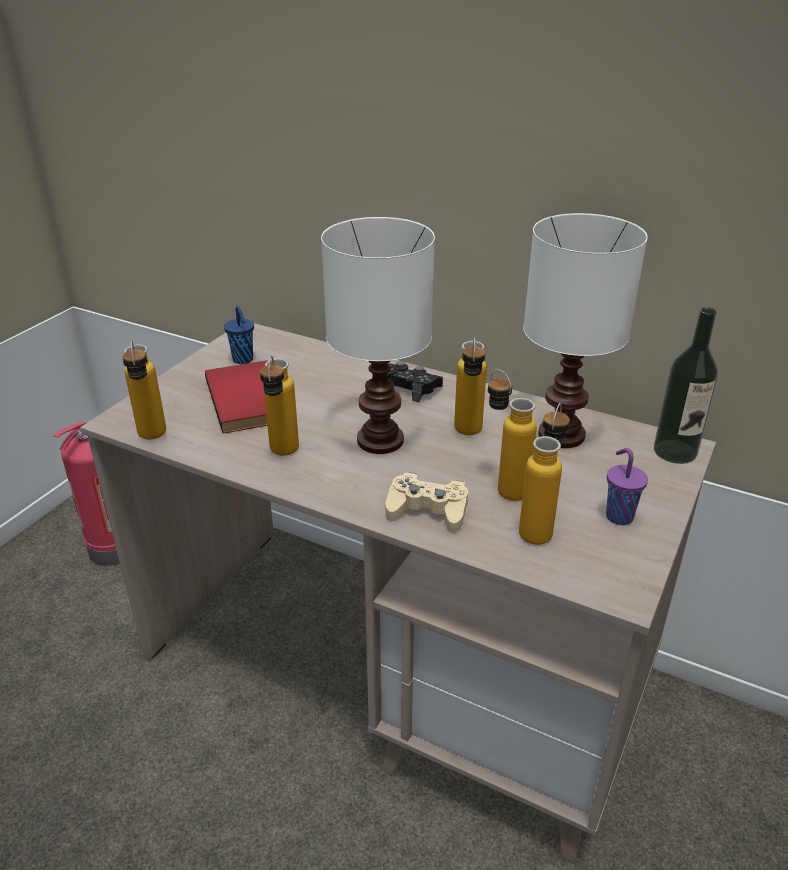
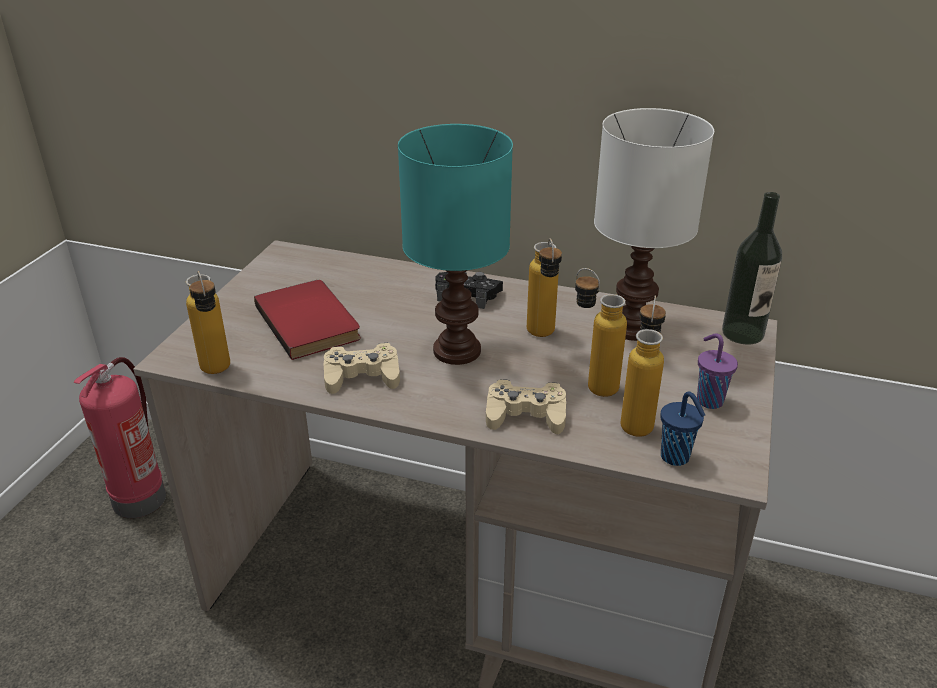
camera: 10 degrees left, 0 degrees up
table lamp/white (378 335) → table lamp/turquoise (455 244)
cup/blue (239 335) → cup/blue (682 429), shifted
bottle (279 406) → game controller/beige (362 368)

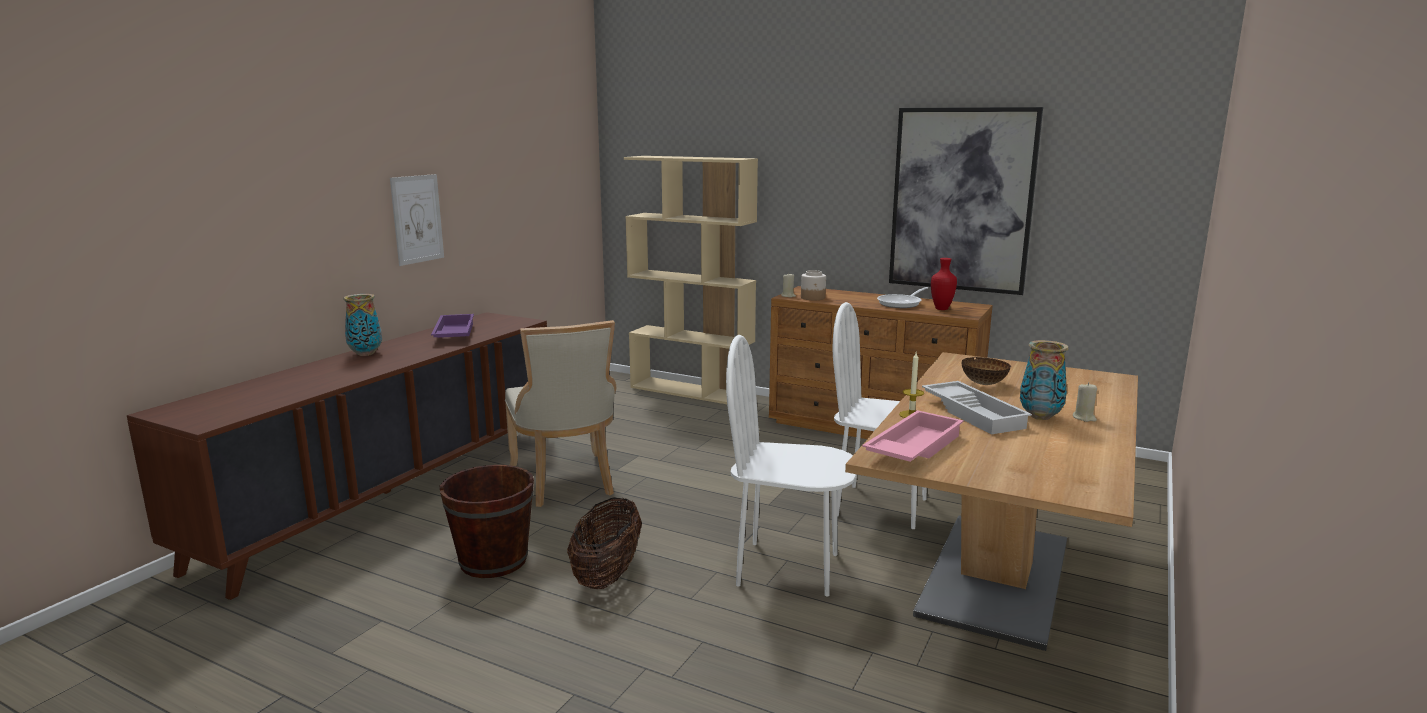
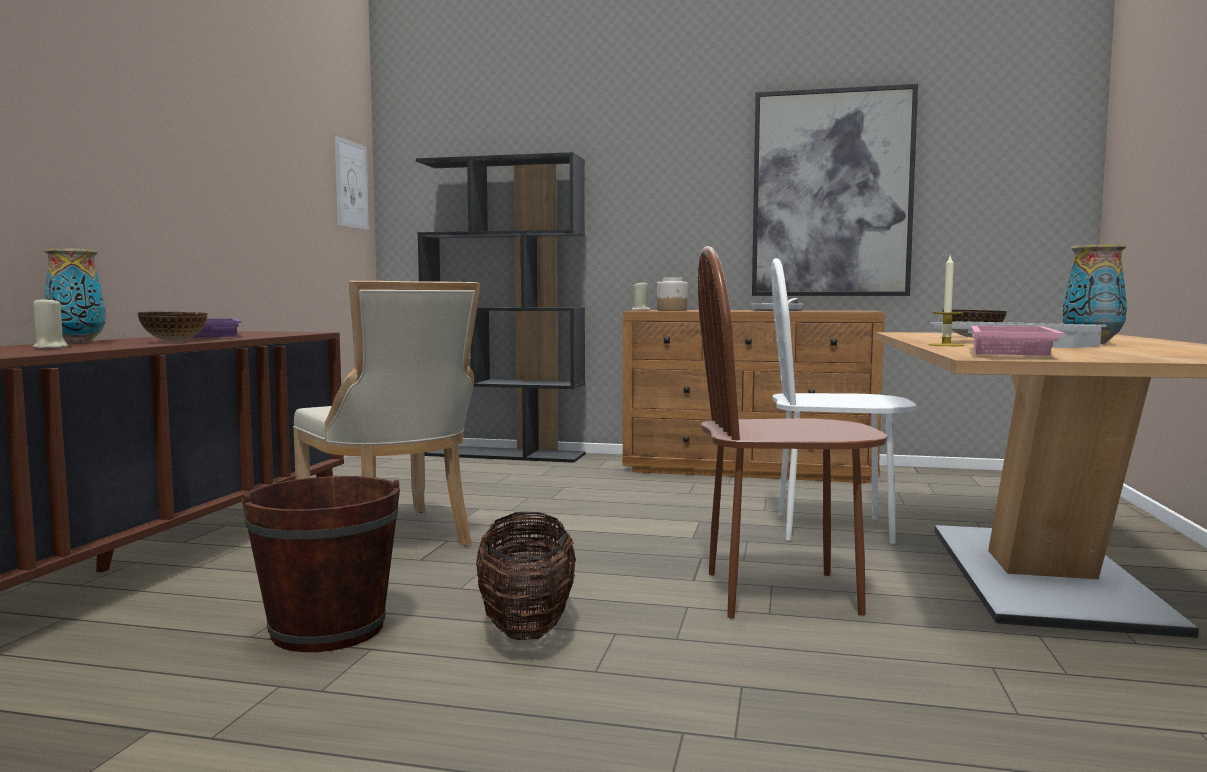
camera: 15 degrees left, 10 degrees down
bookcase/beige (691 280) → bookcase/black (500 307)
picture (417 220) → picture (352 183), shifted
vase/red (944 284) → -
chair/white (791 465) → chair/brown (793 432)
candle/beige (1085 402) → candle/beige (50 323), shifted
- → bowl (173 327)

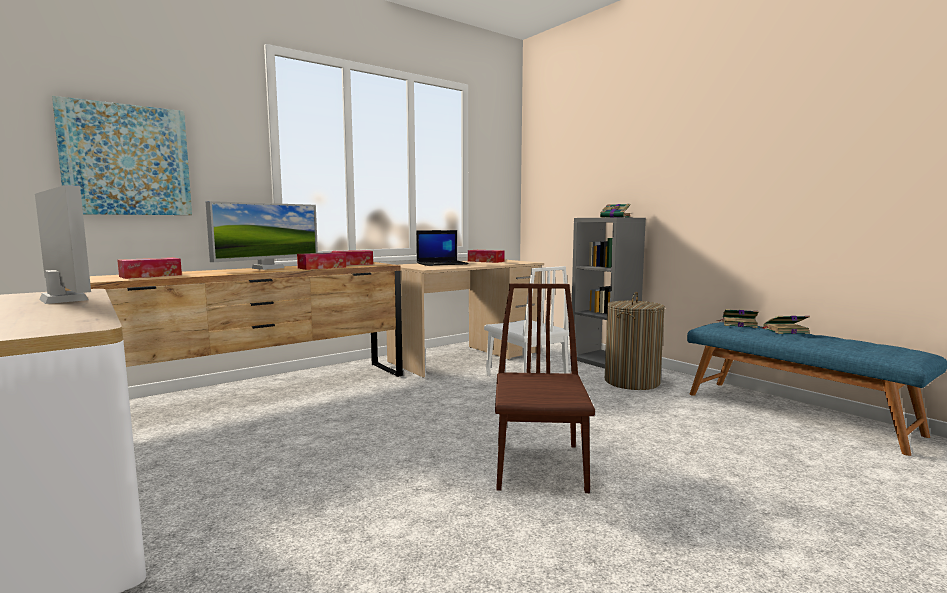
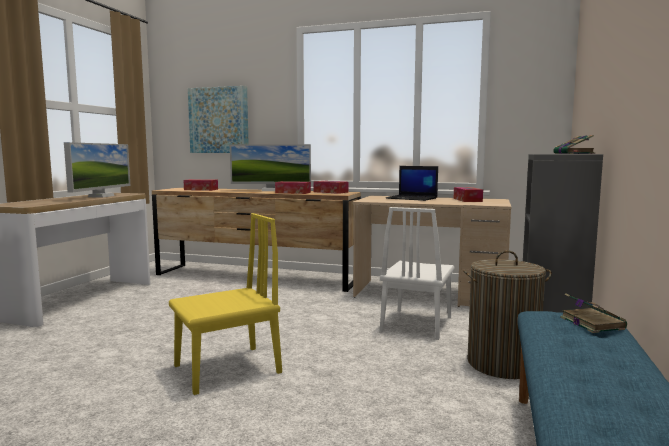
camera: 55 degrees right, 0 degrees up
chair/brown (545 388) → chair/yellow (225 304)
book (786 325) → -

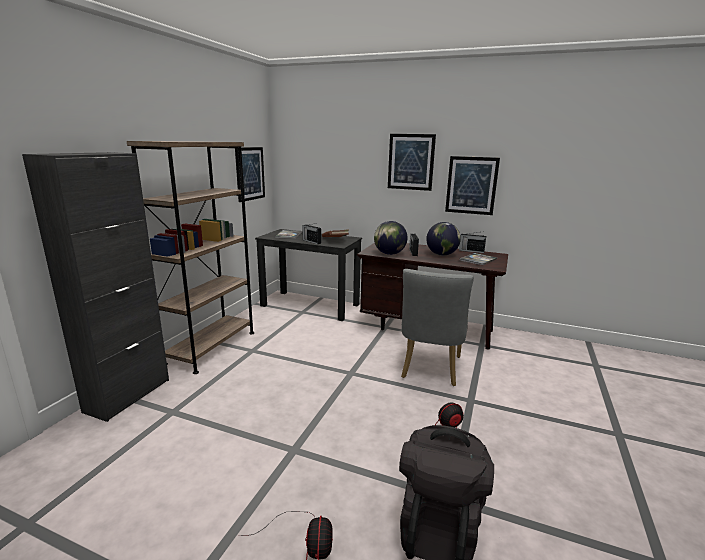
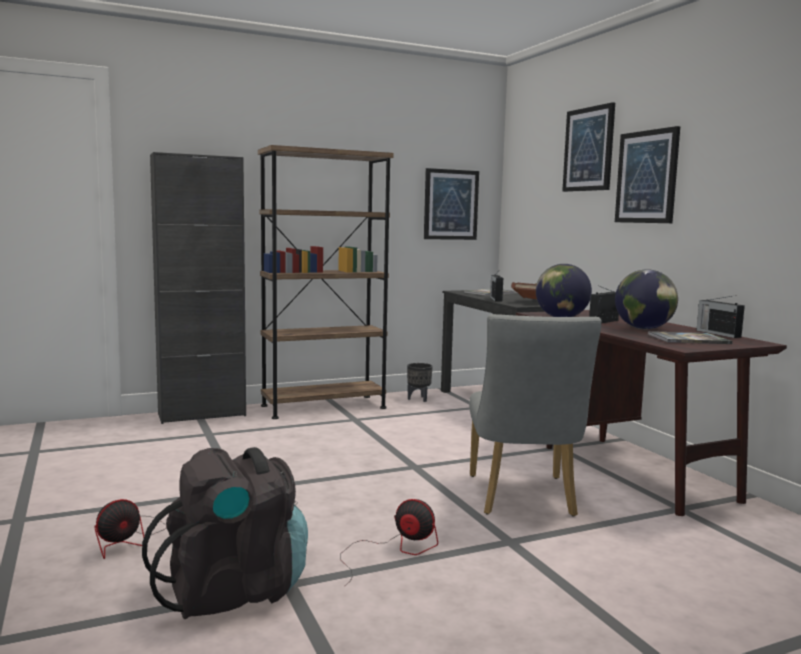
camera: 45 degrees right, 10 degrees down
picture (472 185) → picture (588 147), shifted
chair/grey (437 327) → chair/grey (535 415), 60 degrees counterclockwise
- → planter/black (420 382)

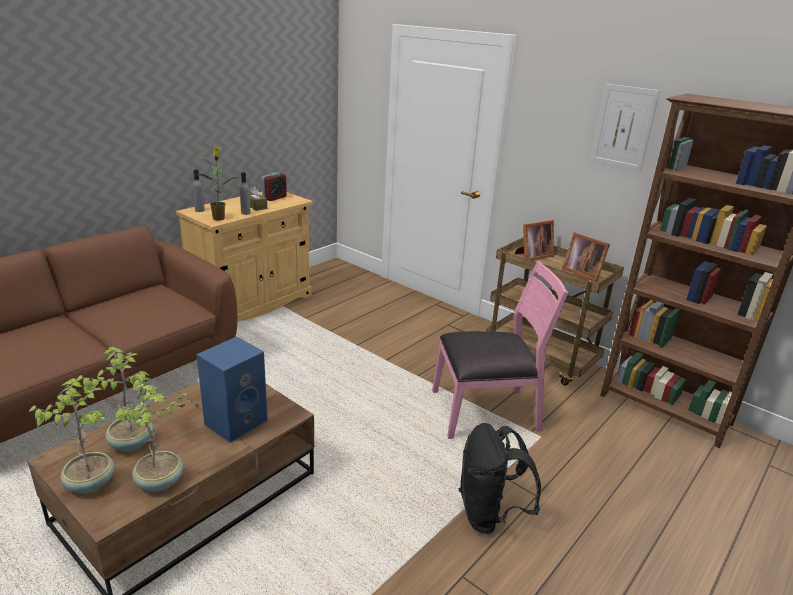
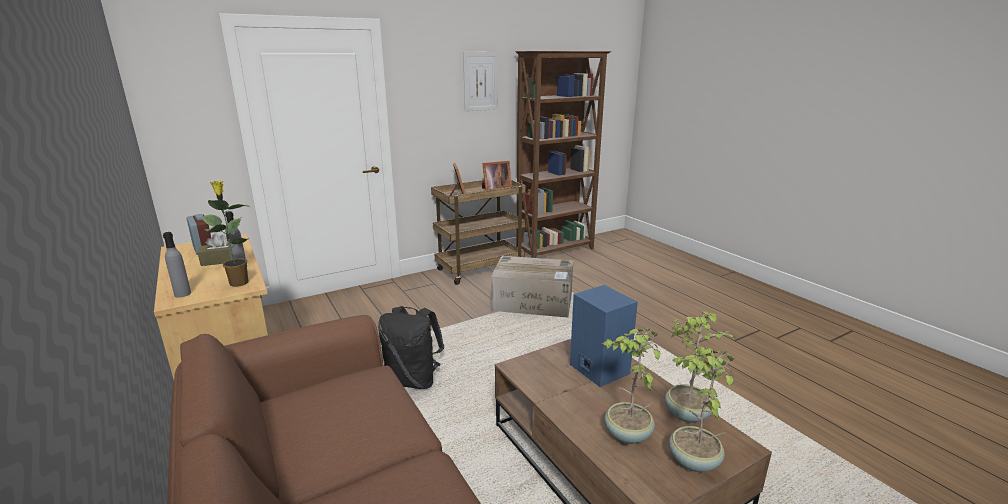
camera: 70 degrees left, 5 degrees down
chair/pink (500 350) → cardboard box (532 287)
backpack/black (500 479) → backpack/black (411 347), shifted

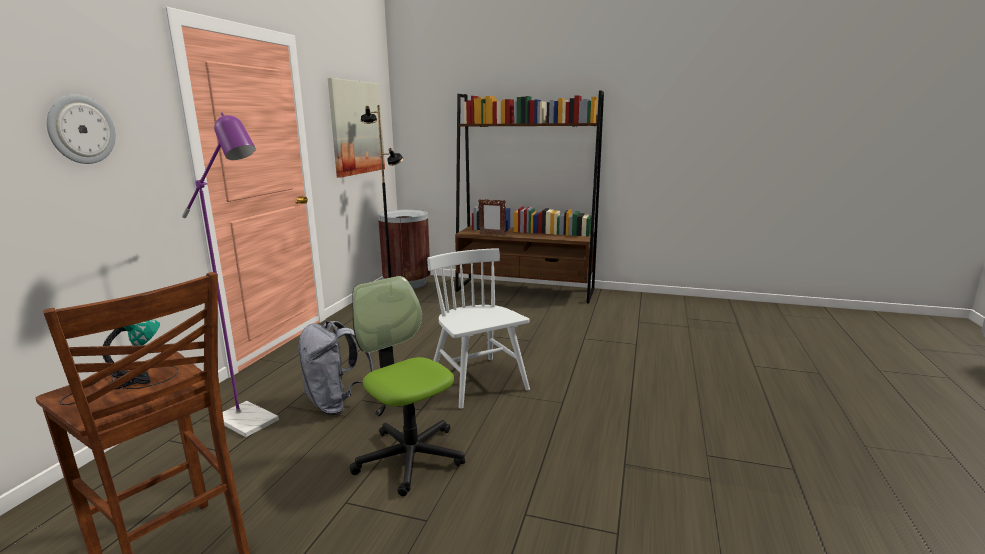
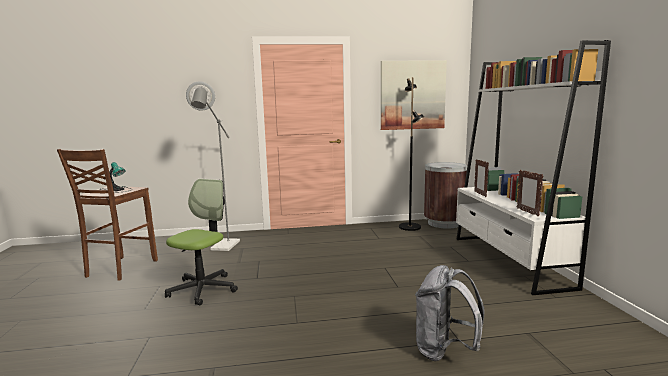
camera: 65 degrees right, 5 degrees down
bookcase/brown (529 196) → bookcase/white (533 167)
floor lamp/purple (230 275) → floor lamp/grey (215 168)
chair/white (478 328) → -
backpack/grey (336 368) → backpack/grey (450 313), shifted
- → picture frame (530 193)

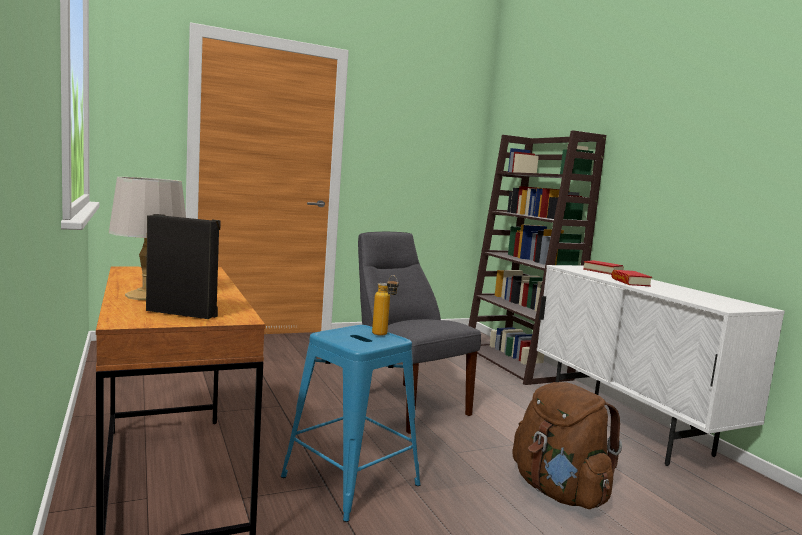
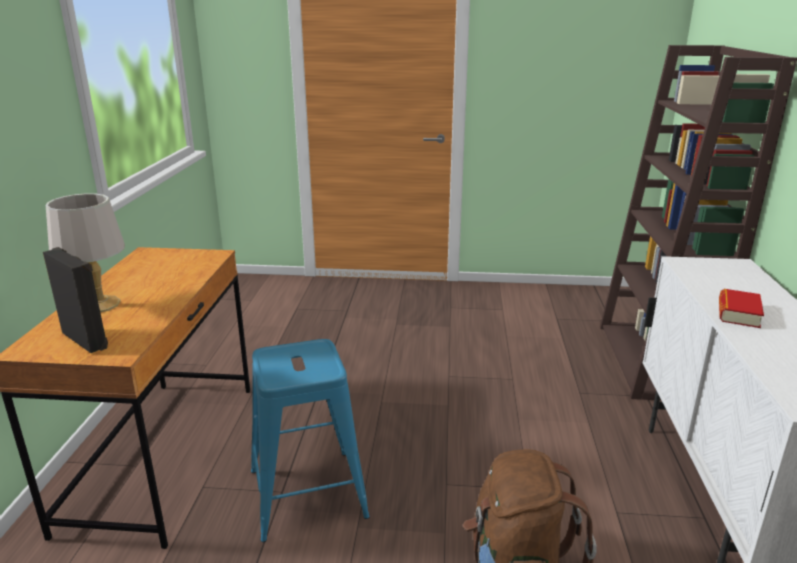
camera: 30 degrees right, 15 degrees up
chair/grey (419 333) → -
book (603 267) → -
bottle (385 305) → -

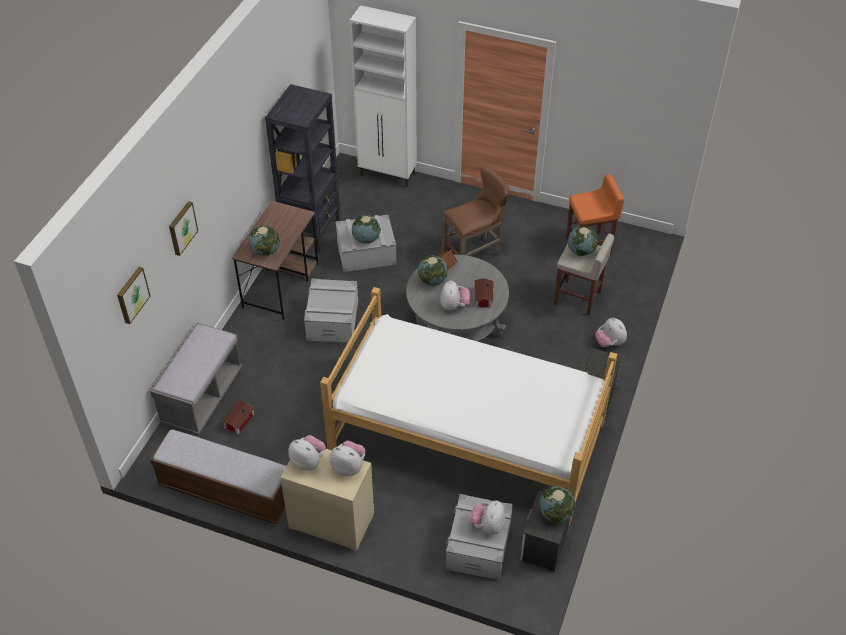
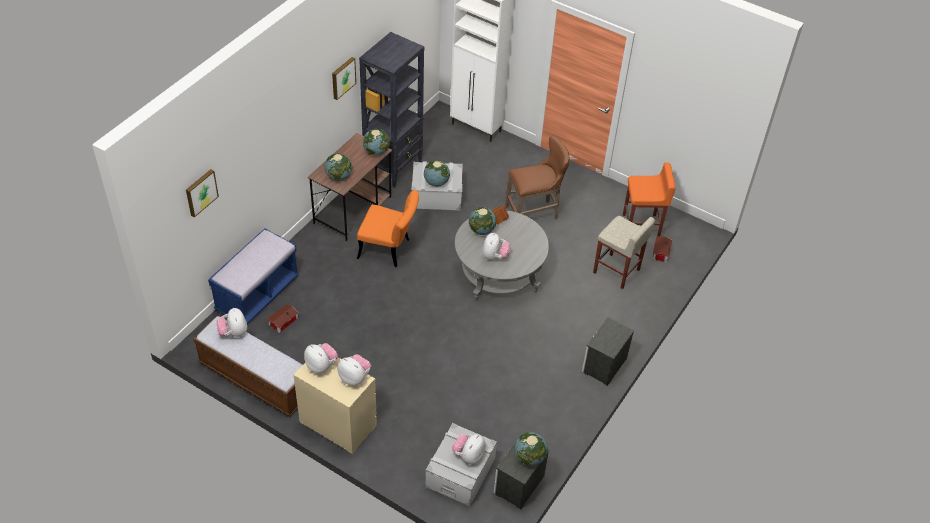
camera: 10 degrees right, 0 degrees up
picture (183 228) → picture (344 78), shifted
globe (583 241) → globe (376 142), shifted
toy house (483 293) → toy house (662 249), shifted
storage box/grey (331 311) → chair/orange (388 228)
bed (469 406) → -
plush toy (611 332) → plush toy (232 322), shifted
bench/grey (196 379) → bench/blue (253 276)

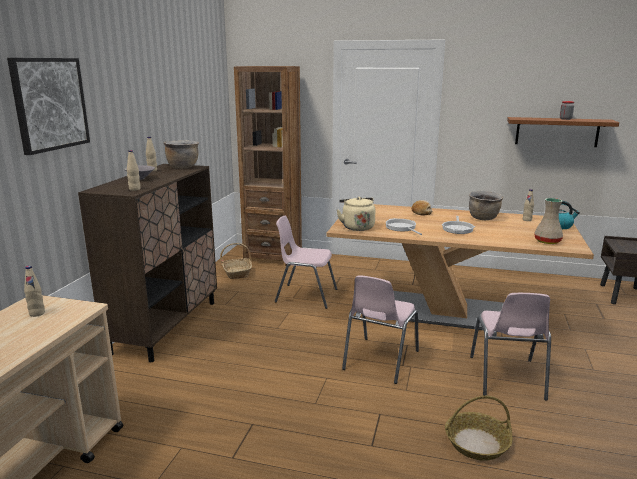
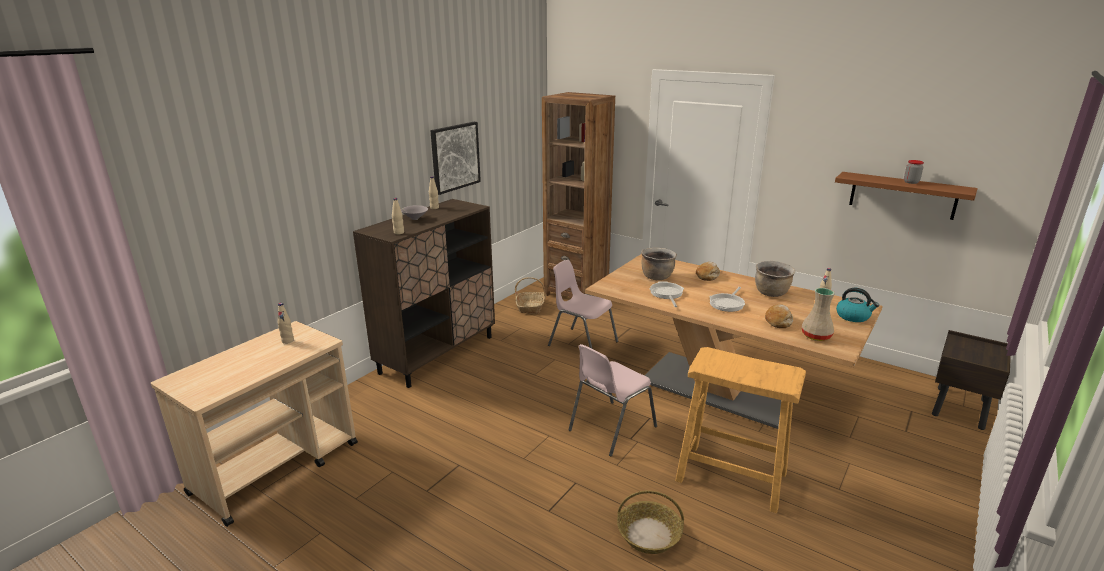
camera: 20 degrees right, 5 degrees up
picture (48 106) → picture (455 158), shifted
cooking pot/brown (181 154) → cooking pot/brown (659 264), shifted
kettle/beige (356 214) → -
chair/pink (510 347) → stool/beige (740 430)
- → bread (779 316)

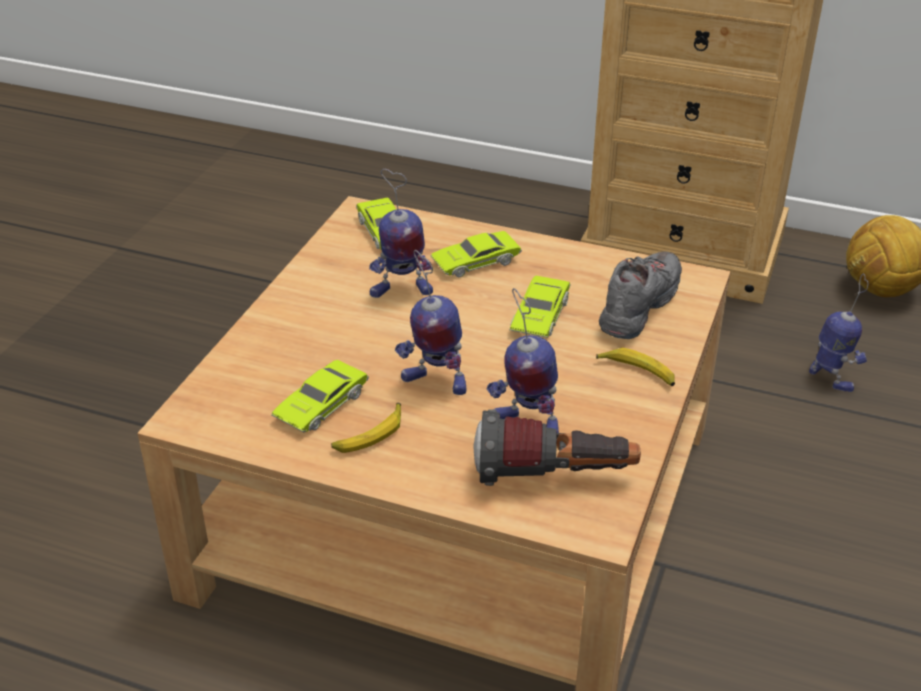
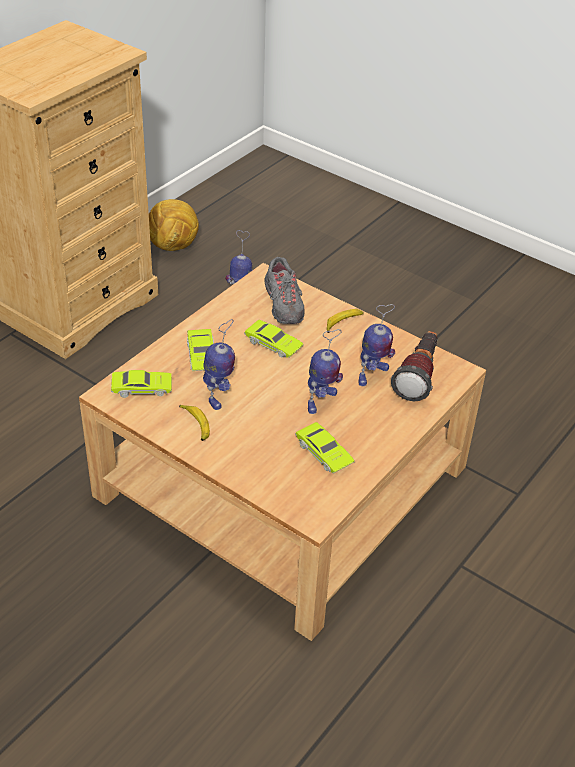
camera: 75 degrees left, 5 degrees up
shoe/grey (640 295) → shoe/grey (284 290), 150 degrees counterclockwise
banana (366 428) → banana (194 423), shifted

